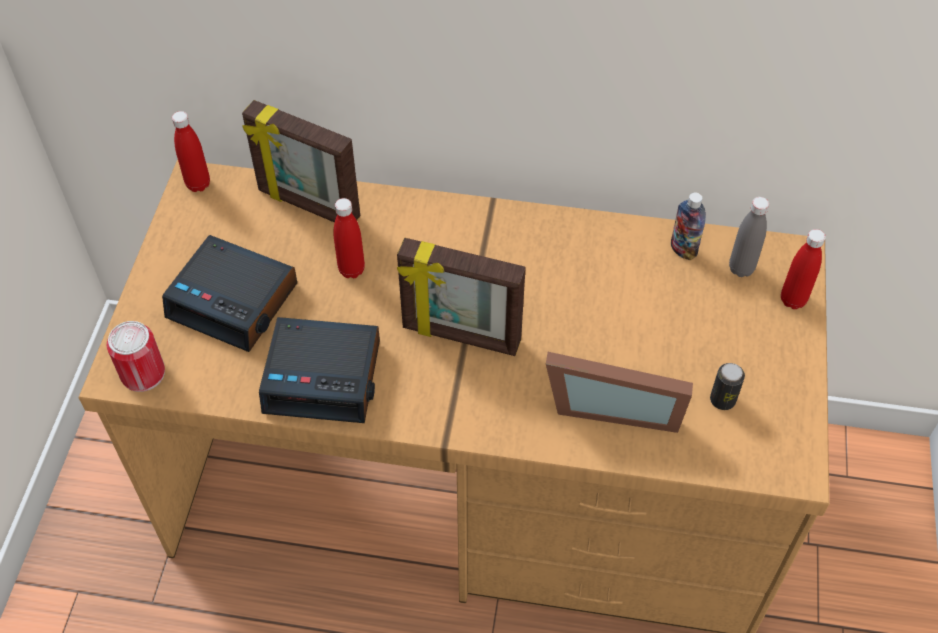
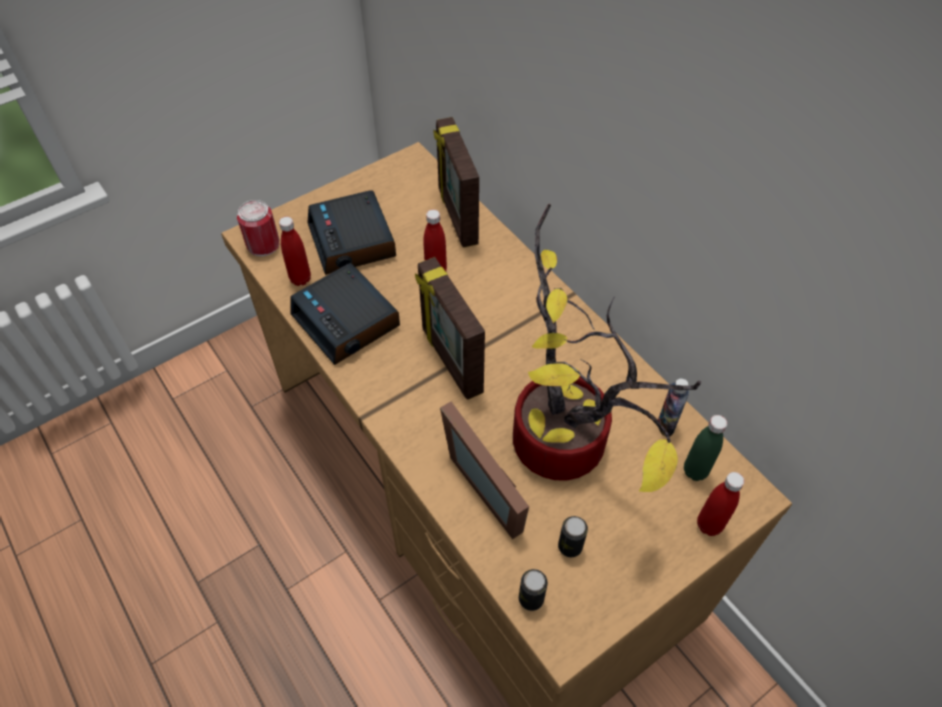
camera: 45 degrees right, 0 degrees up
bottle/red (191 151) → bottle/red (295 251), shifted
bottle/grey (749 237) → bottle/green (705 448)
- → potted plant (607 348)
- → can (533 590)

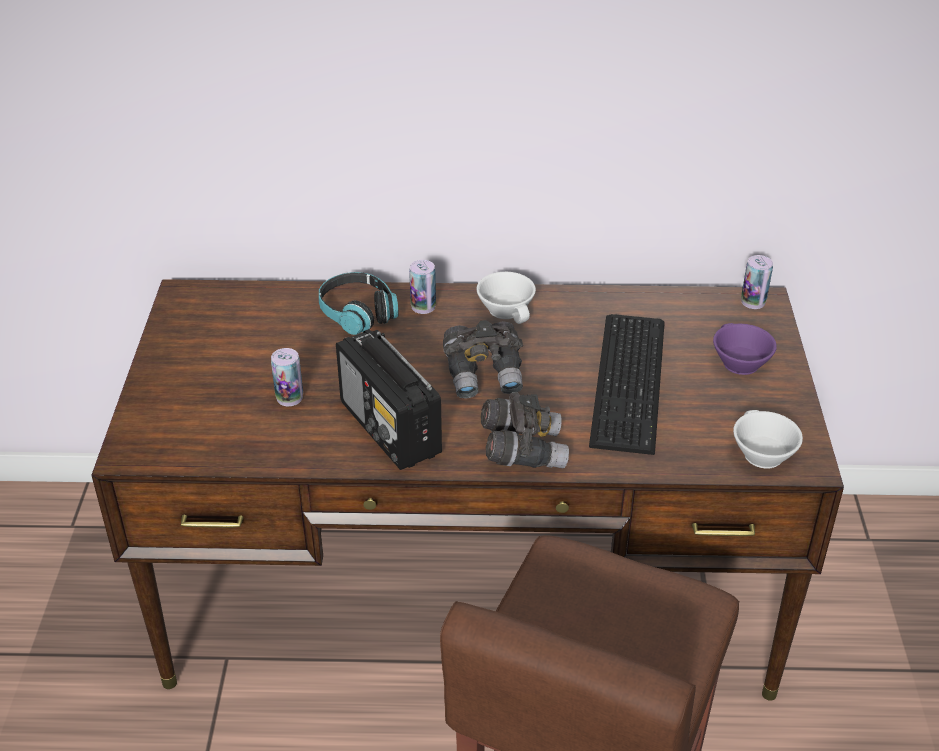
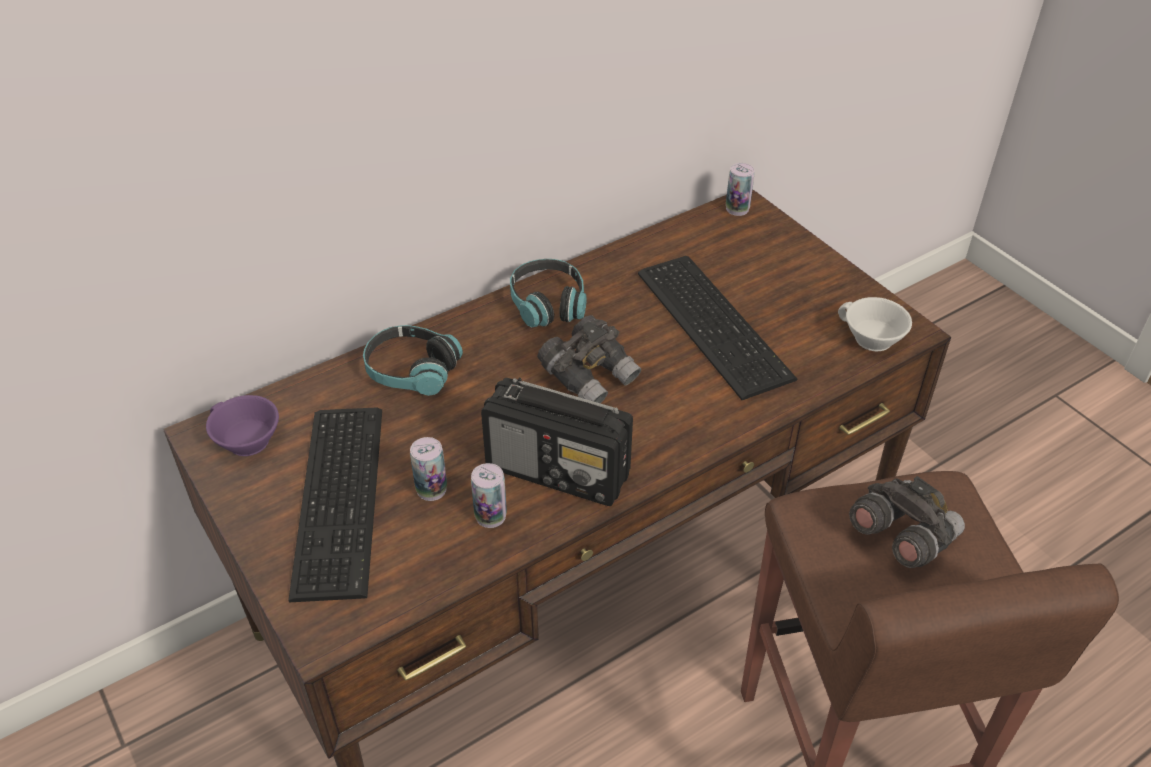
camera: 35 degrees left, 5 degrees up
can (422 287) → can (489 495), shifted
cup/white (506 298) → headphones (548 293)
cup/purple (745 349) → cup/purple (242 425), shifted
binoculars/grey (525 430) → binoculars/grey (907 522), shifted
- → keyboard (335 504)

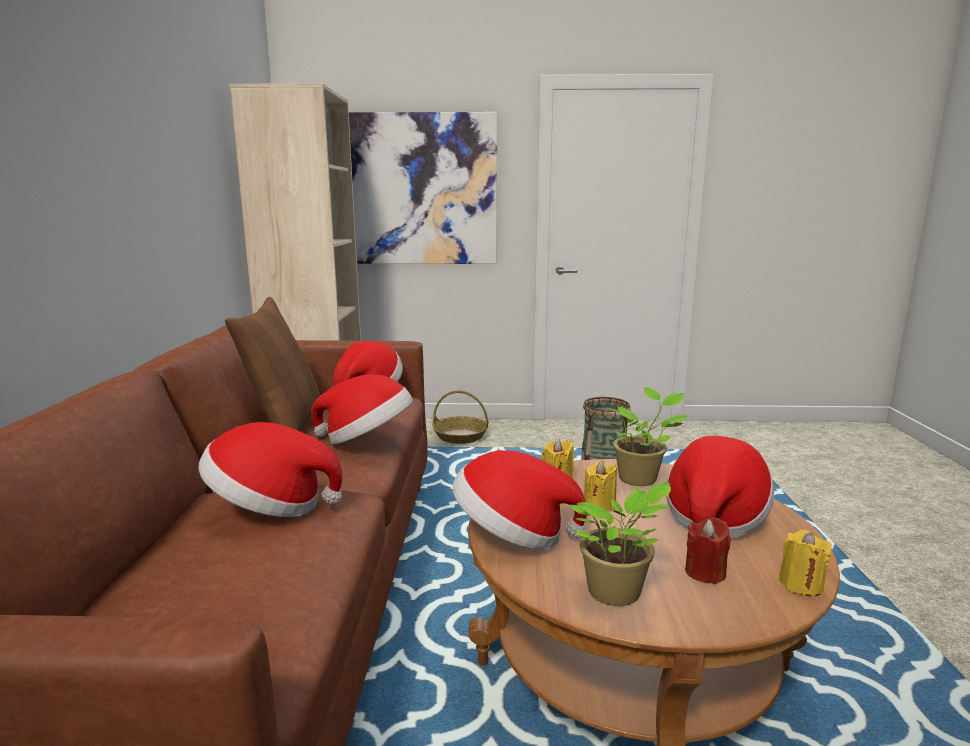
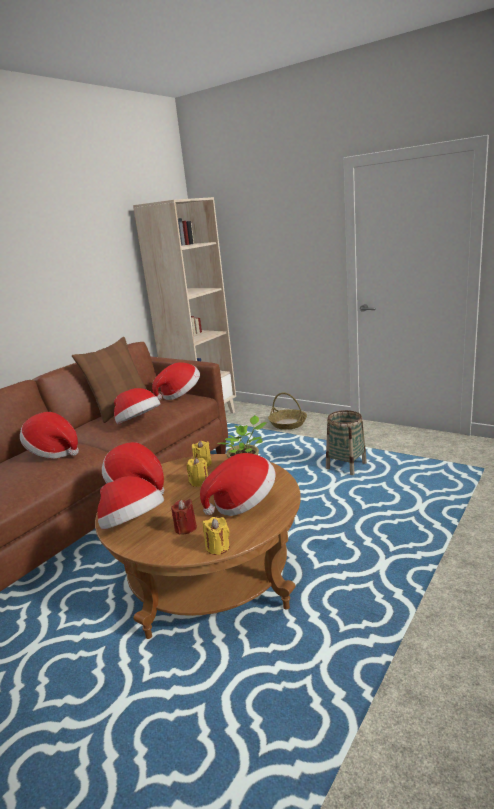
camera: 35 degrees right, 5 degrees up
picture (423 188) → -
potted plant (620 544) → hat (130 502)

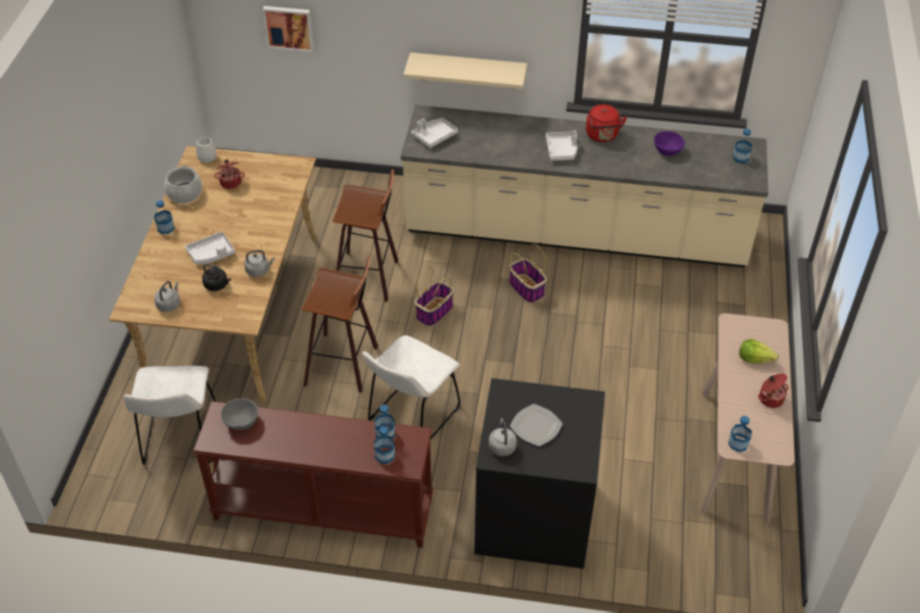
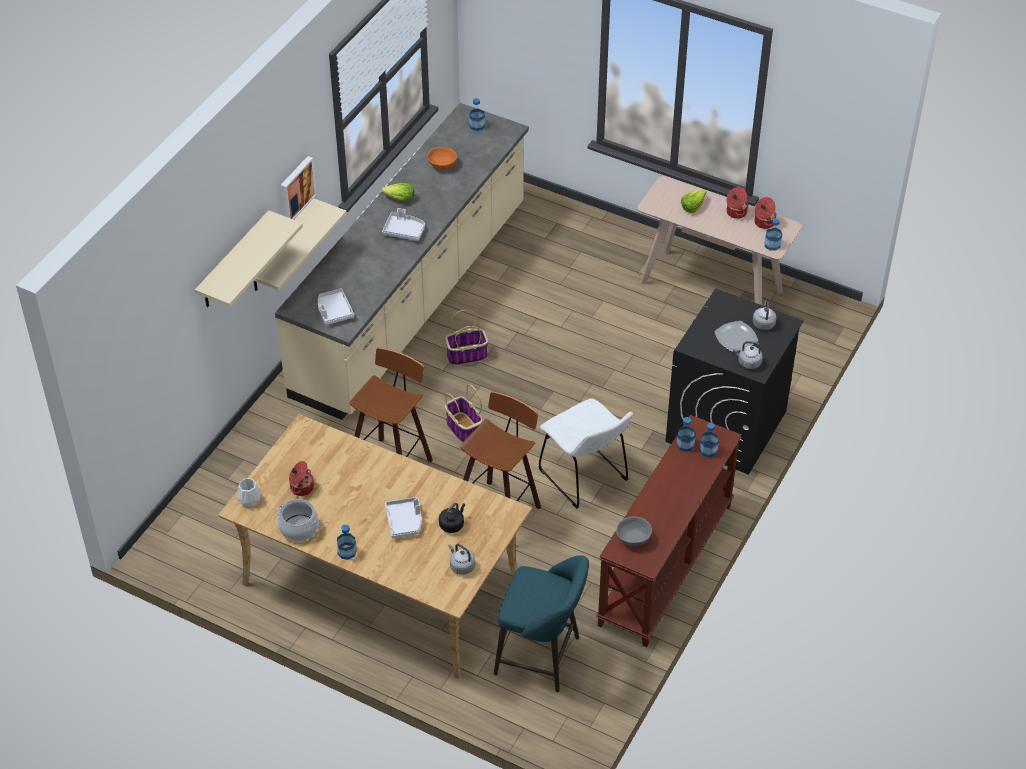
camera: 70 degrees left, 0 degrees up
picture (288 29) → picture (299 188), shifted
kettle/red (606 123) → lettuce (398 192)
bowl/purple (669 143) → bowl/orange (442 158)
kettle/grey (259 263) → kettle/grey (764 315), shifted
chair/white (169 415) → stool/turquoise (541 623)
- → cooking pot (765 213)
- → shelf/beige (249 258)

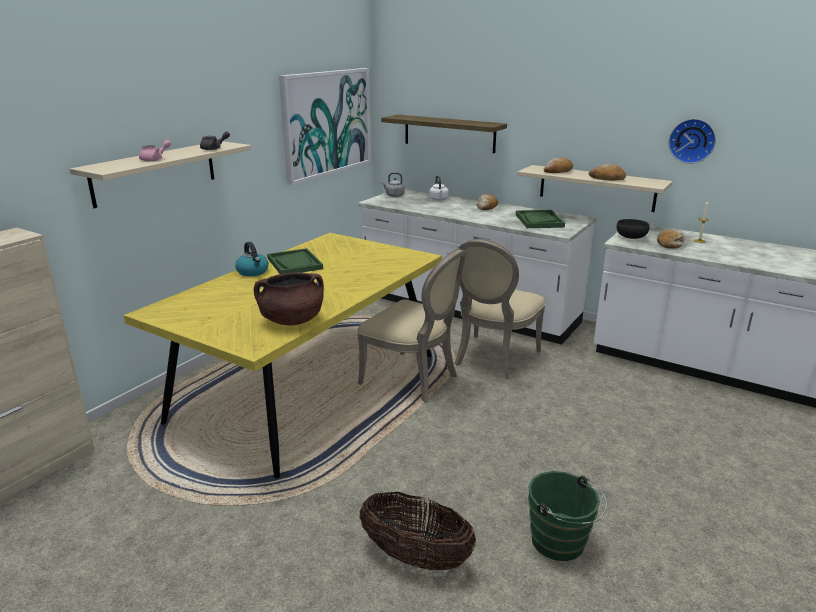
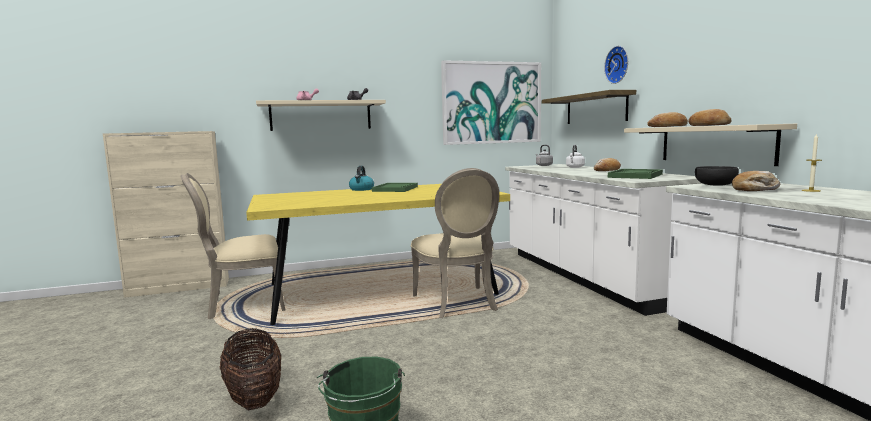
camera: 40 degrees right, 15 degrees down
wall clock (692 141) → wall clock (616 65), shifted
chair/beige (500 309) → chair/beige (233 246), shifted
cooking pot/brown (289 298) → -

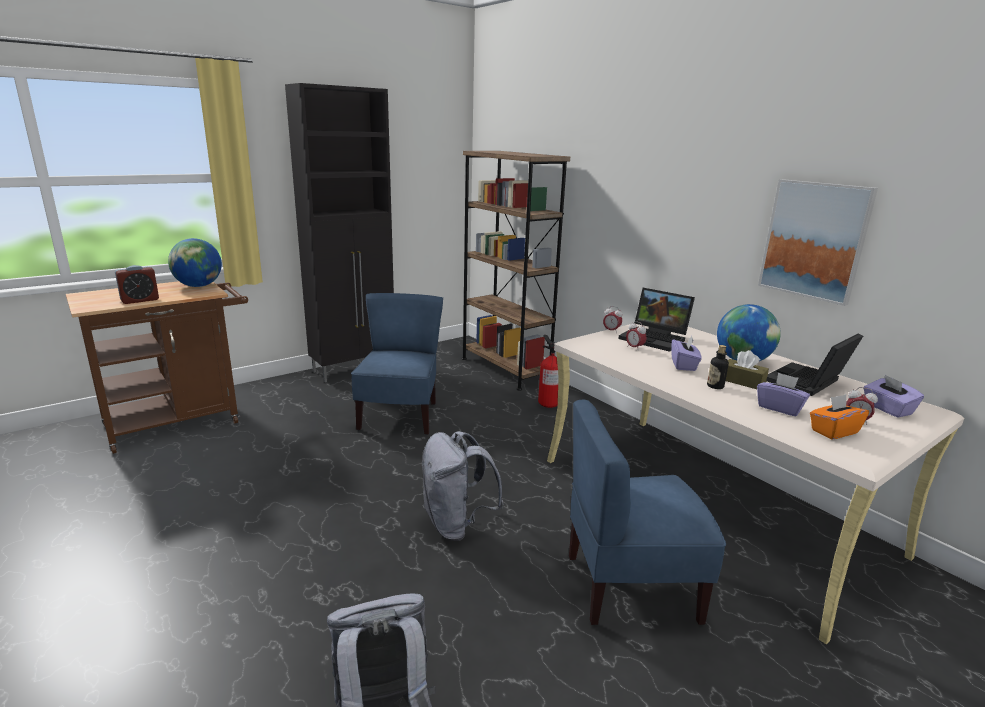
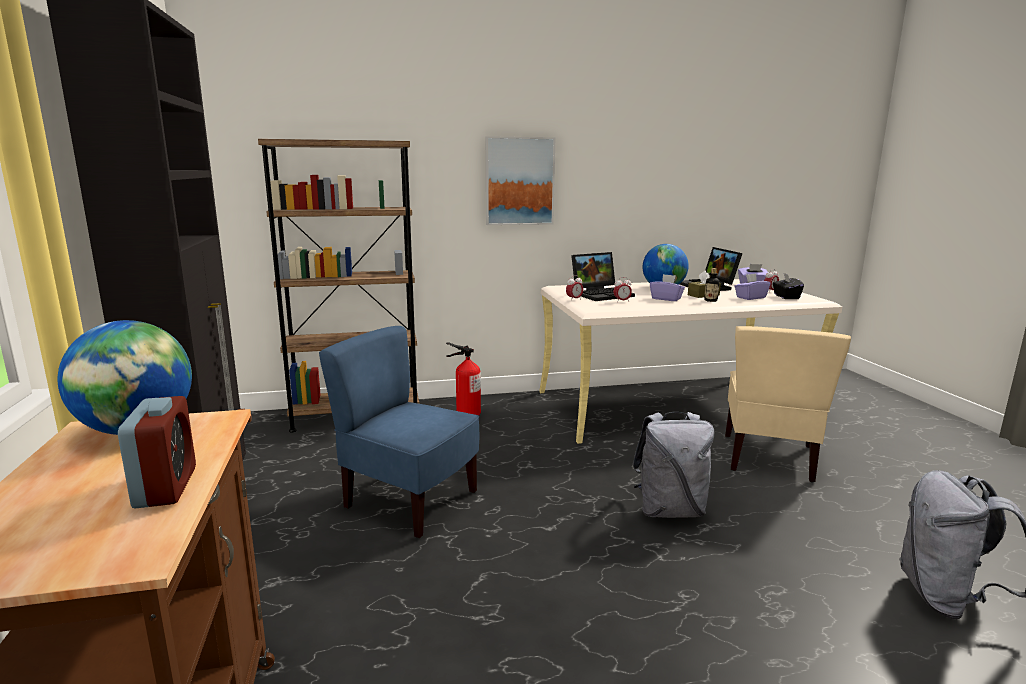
camera: 65 degrees left, 5 degrees down
picture (818 242) → picture (520 180), shifted
tissue box/orange (839 417) → tissue box/black (788 286)
chair/blue (647 512) → chair/beige (788 404)

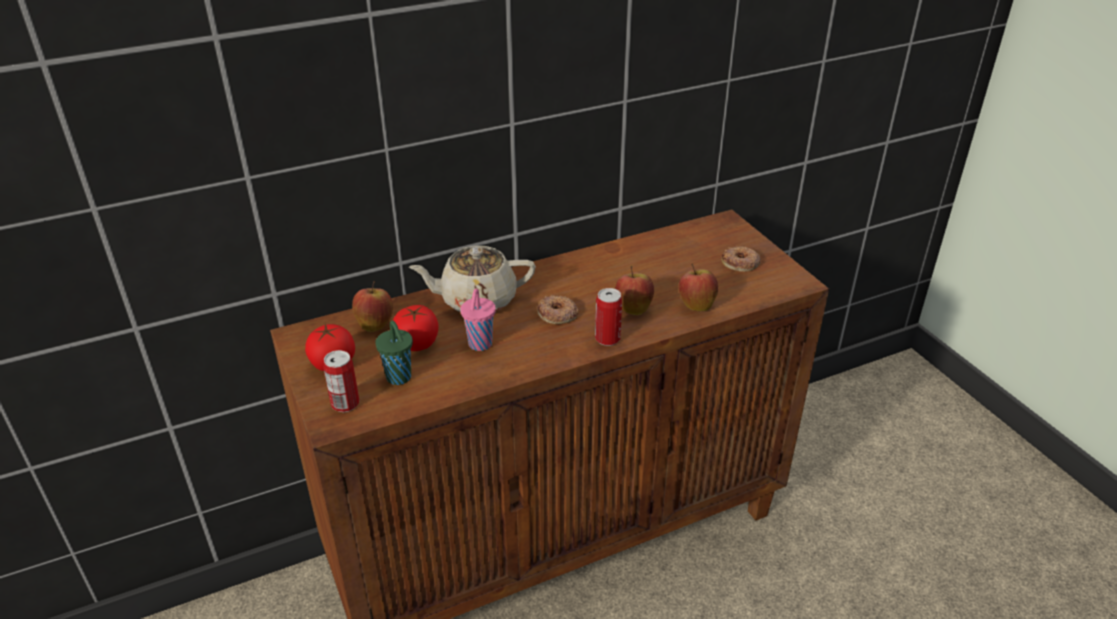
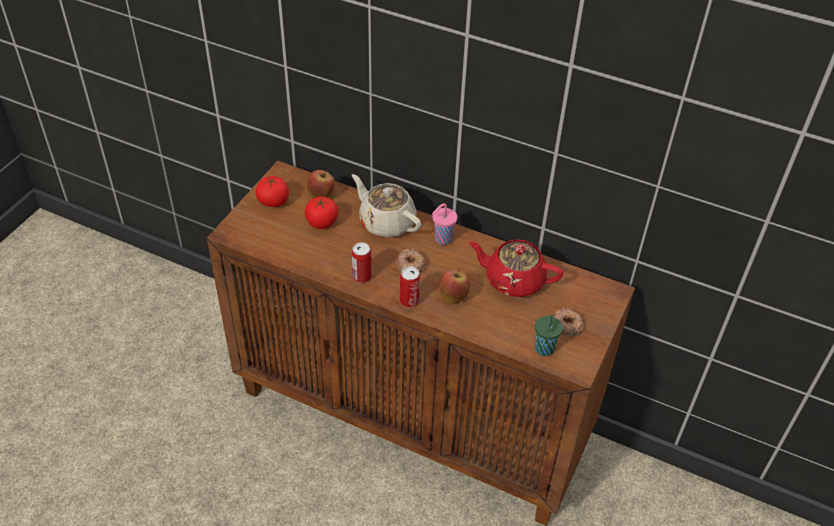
camera: 50 degrees right, 10 degrees up
apple (698 287) → -
cup/pink (478 319) → cup/pink (444 224), shifted
cup/green (394 353) → cup/green (549 335), shifted
can (341 381) → can (362 262), shifted
- → teapot/red (516 268)

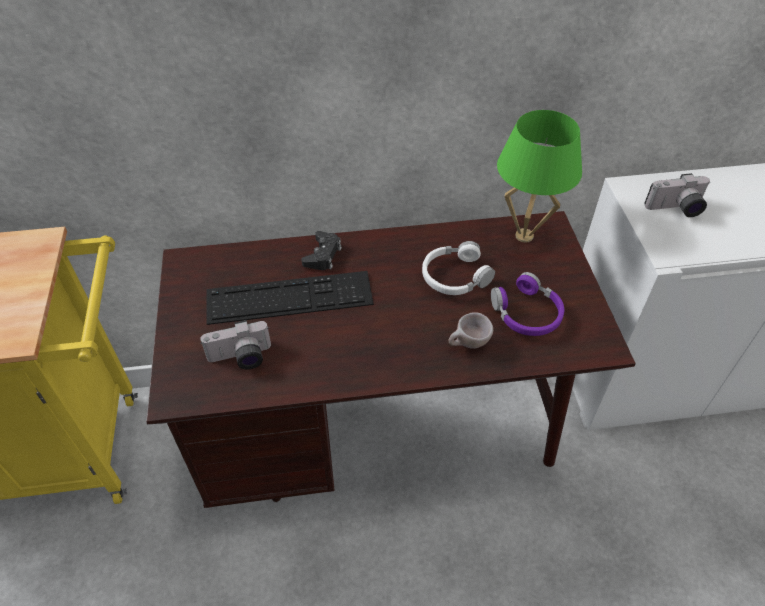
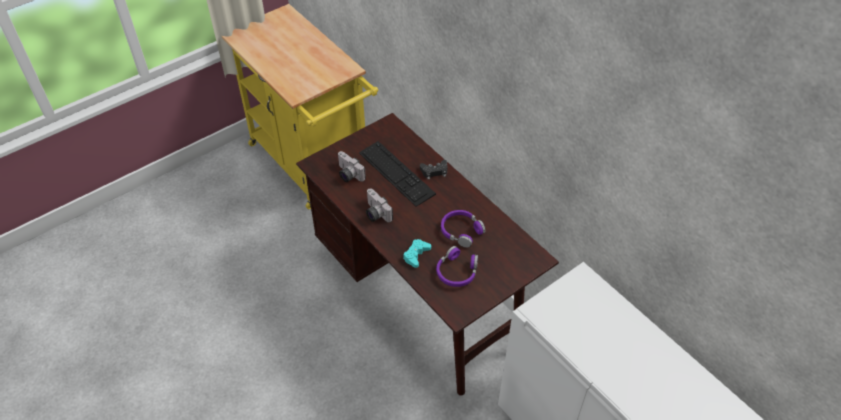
camera: 60 degrees right, 0 degrees up
table lamp/green (539 176) → -
photo camera (677 195) → photo camera (379 205), shifted
headphones/white (458 268) → headphones/purple (463 229)
cup/beige (470 330) → game controller/turquoise (417 253)

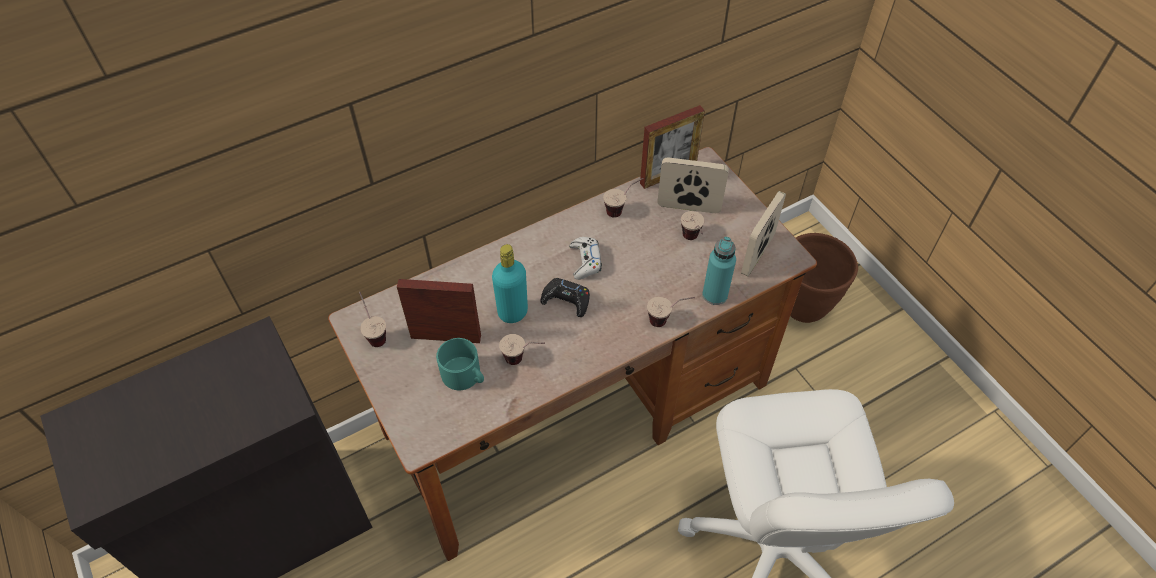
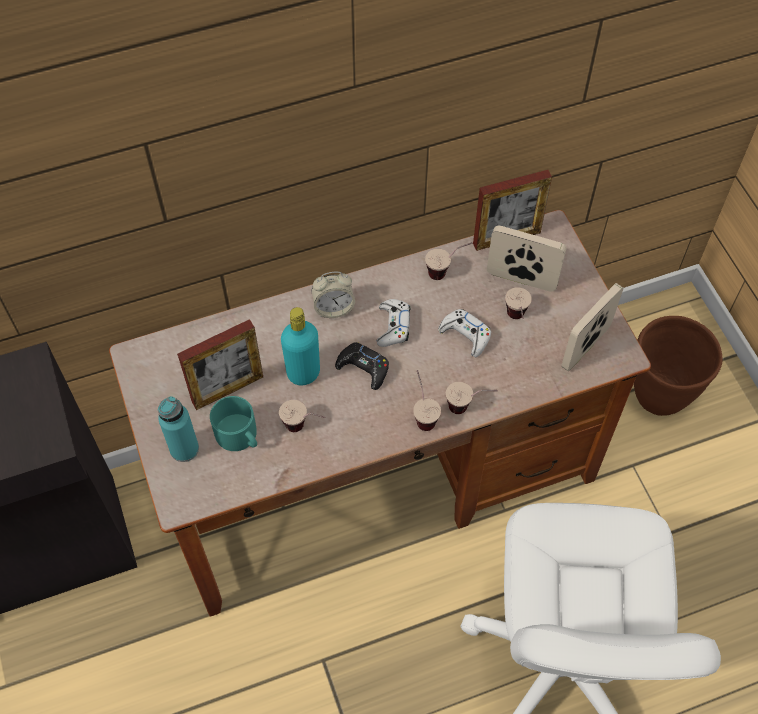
camera: 10 degrees right, 5 degrees up
bottle/turquoise (719 271) → bottle/turquoise (178 429), shifted
picture frame (439 311) → picture frame (220 364), 135 degrees clockwise
cup (372 319) → cup (427 400), shifted
- → alarm clock (333 295)
- → game controller/white (464 333)

